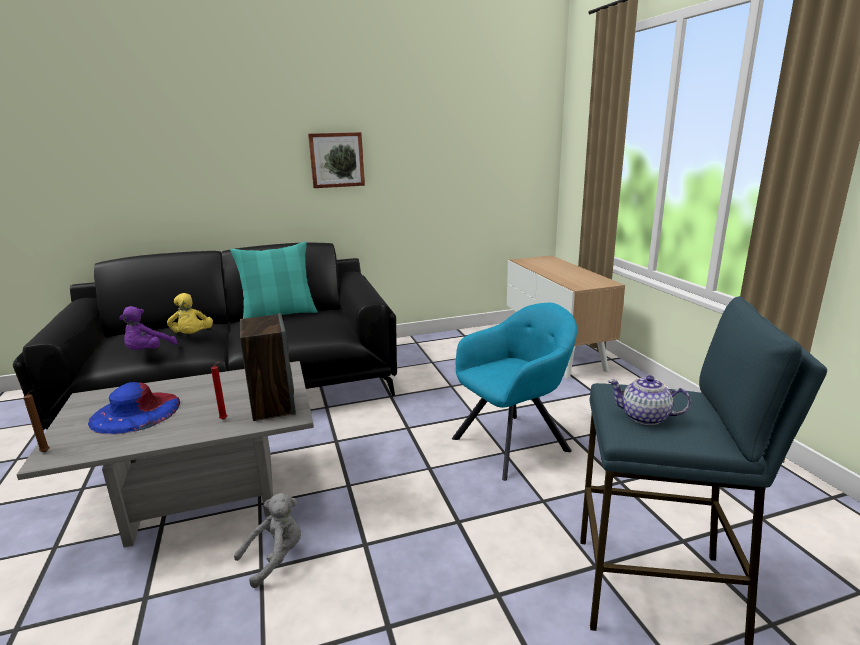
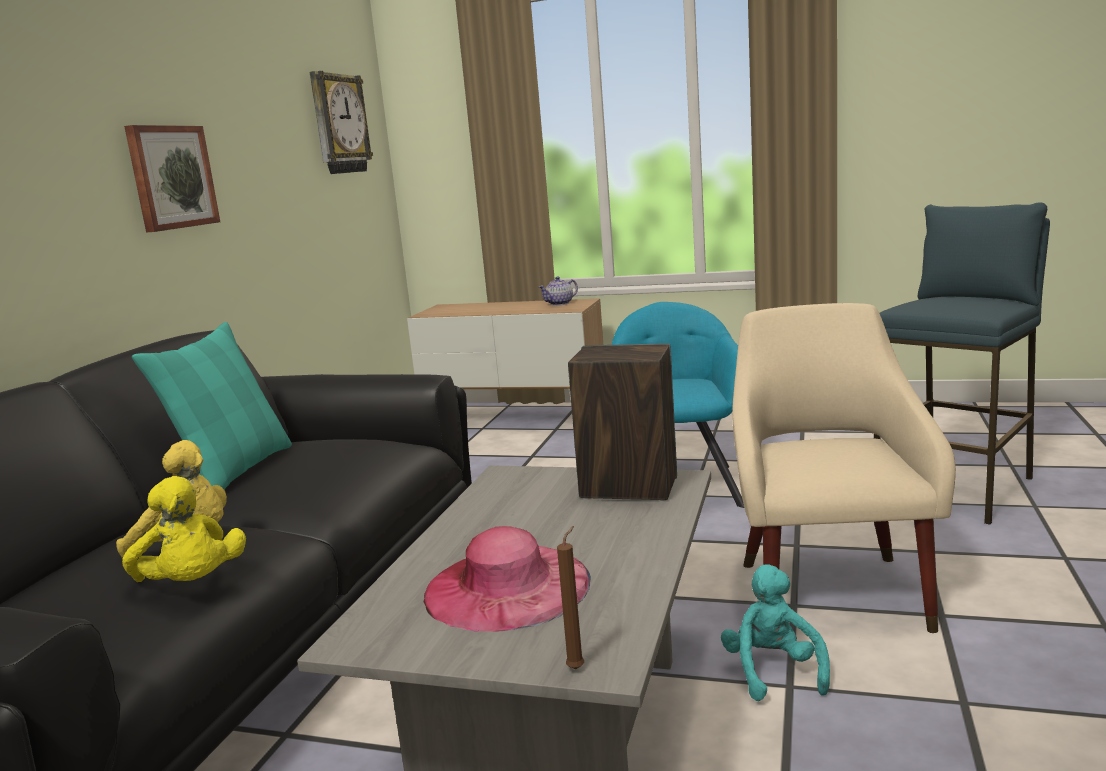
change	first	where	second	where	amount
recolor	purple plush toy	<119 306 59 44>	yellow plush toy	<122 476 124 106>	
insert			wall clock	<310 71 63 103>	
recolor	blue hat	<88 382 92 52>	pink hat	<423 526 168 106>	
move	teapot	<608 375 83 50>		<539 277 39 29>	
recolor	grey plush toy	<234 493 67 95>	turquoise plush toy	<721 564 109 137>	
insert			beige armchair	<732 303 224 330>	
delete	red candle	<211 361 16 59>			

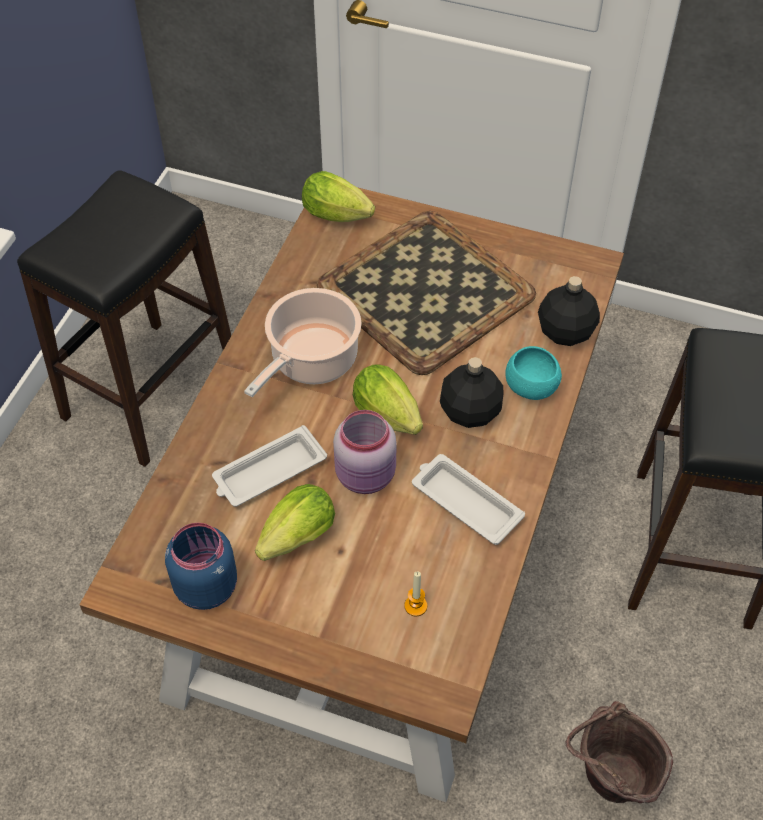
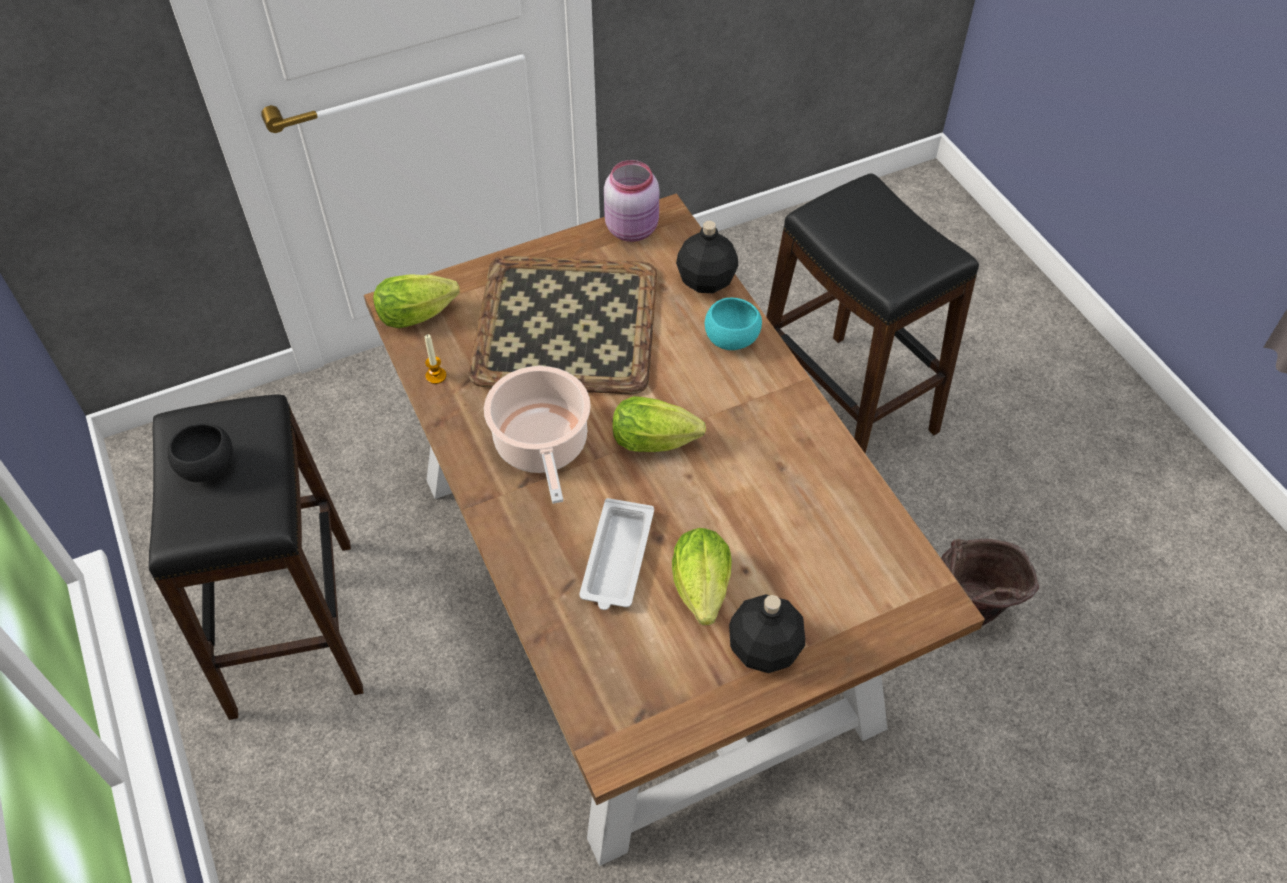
change	first	where	second	where	amount
insert			black bowl	<168 423 65 59>	
move	candle	<404 571 23 46>		<425 334 22 50>	
move	pink jar	<333 410 64 84>		<604 160 55 82>	
move	black bottle	<440 357 64 71>		<729 594 76 79>	
delete	blue jar	<165 523 72 87>			
delete	white tray	<412 454 113 91>			

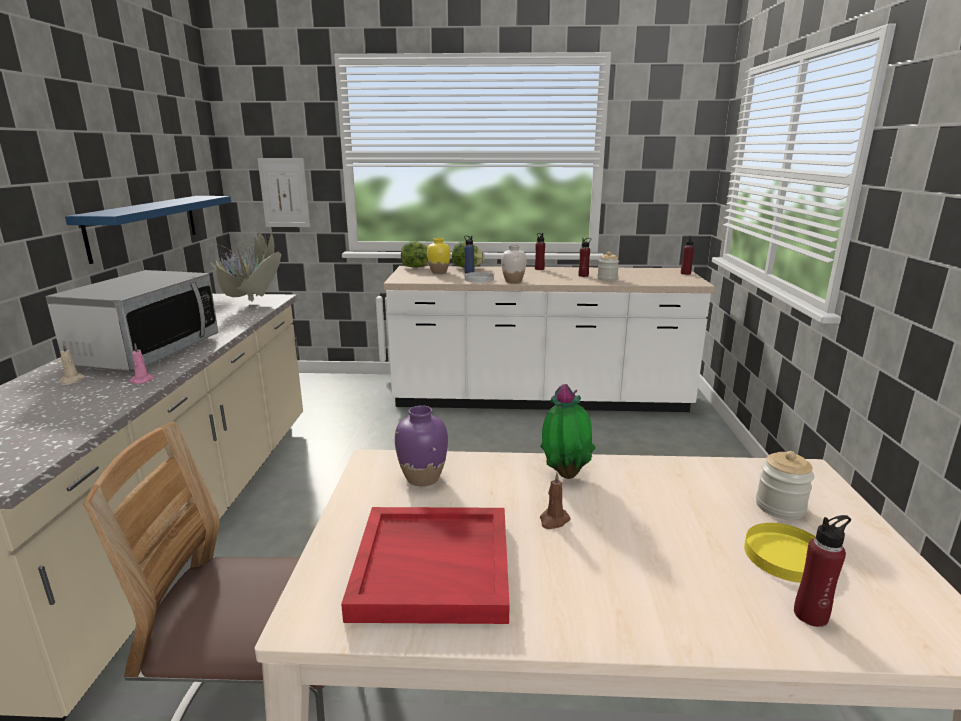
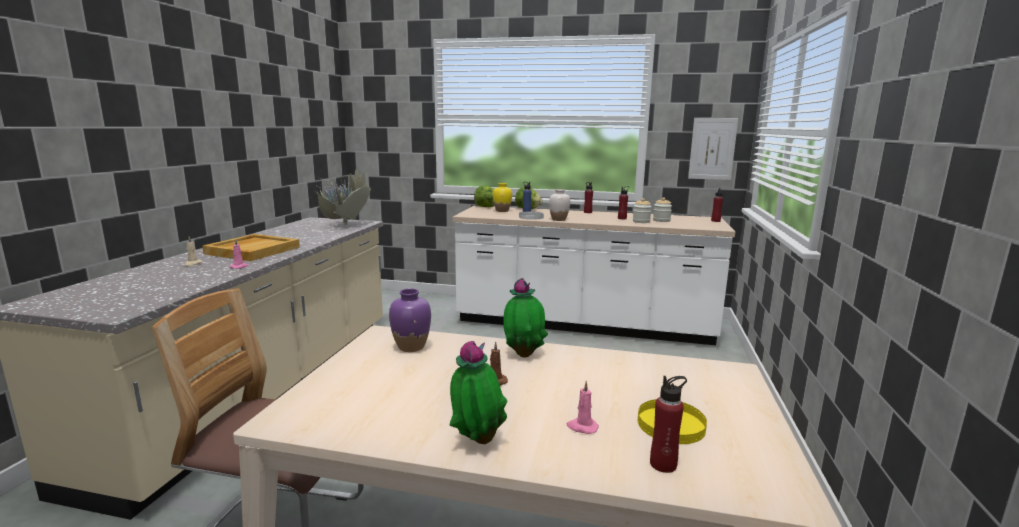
change	first	where	second	where	amount
replace	microwave	<46 270 172 101>	beige tray	<202 234 98 27>	
insert			potted plant	<450 341 58 103>	
insert			pink candle	<567 381 32 53>	
move	jar	<756 451 58 69>		<653 198 19 24>	
move	picture	<257 158 53 69>		<688 118 50 62>	
delete	blue shelf	<65 196 166 68>			
delete	red tray	<341 507 169 117>			

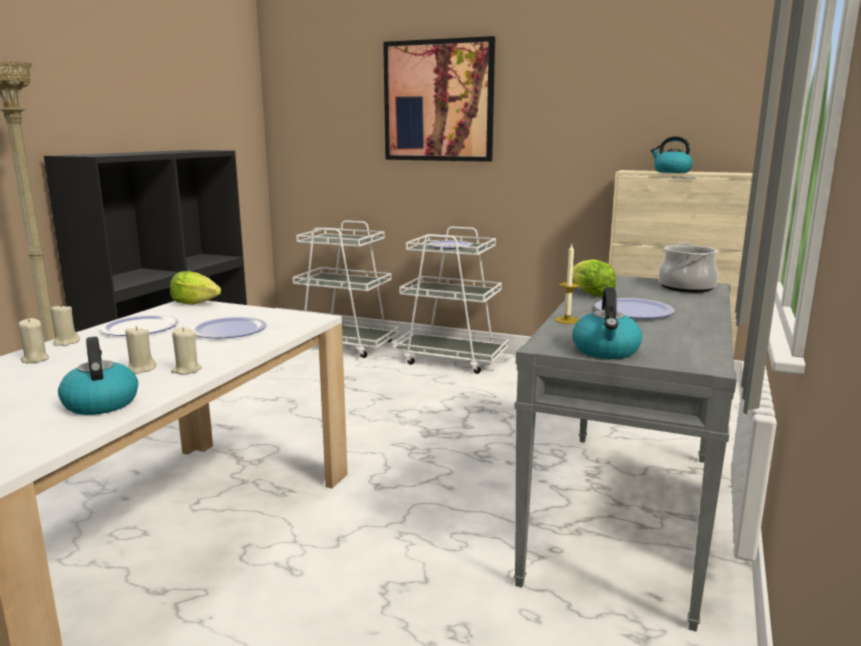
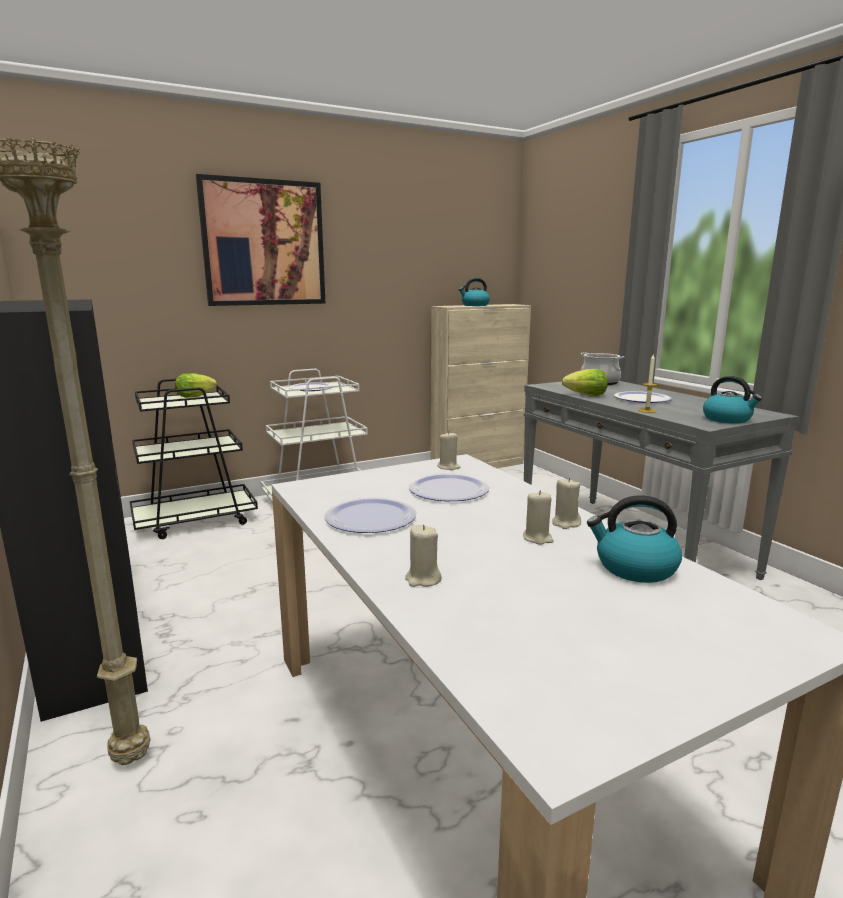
change	first	where	second	where	amount
recolor	white cart	<293 220 107 138>	black cart	<130 378 128 161>	
move	lettuce	<170 271 51 34>		<175 373 42 25>	
move	beige candle	<50 304 30 42>		<437 432 24 38>	

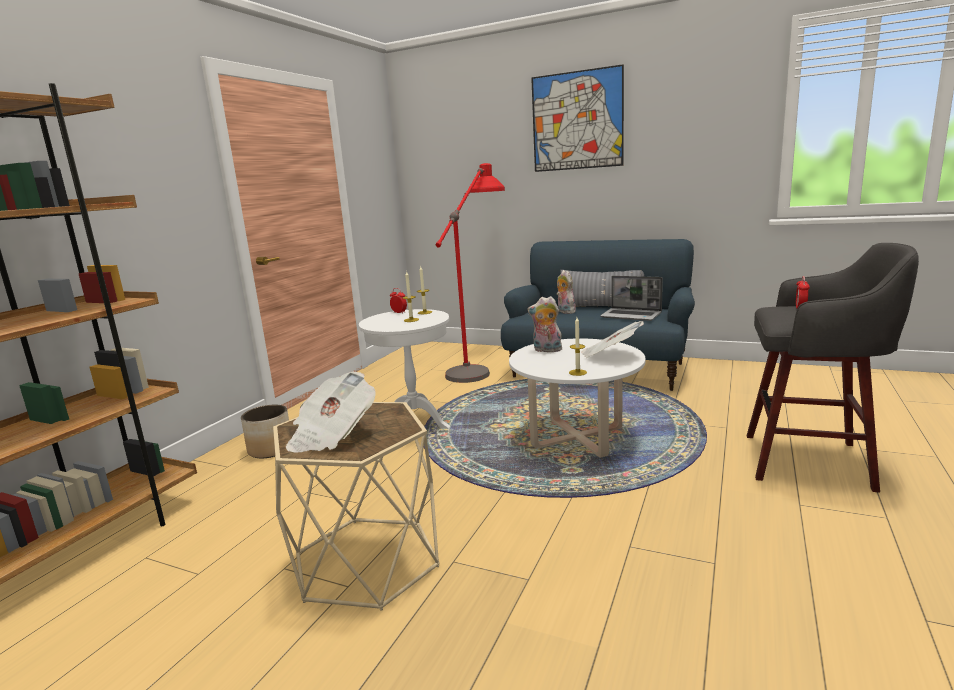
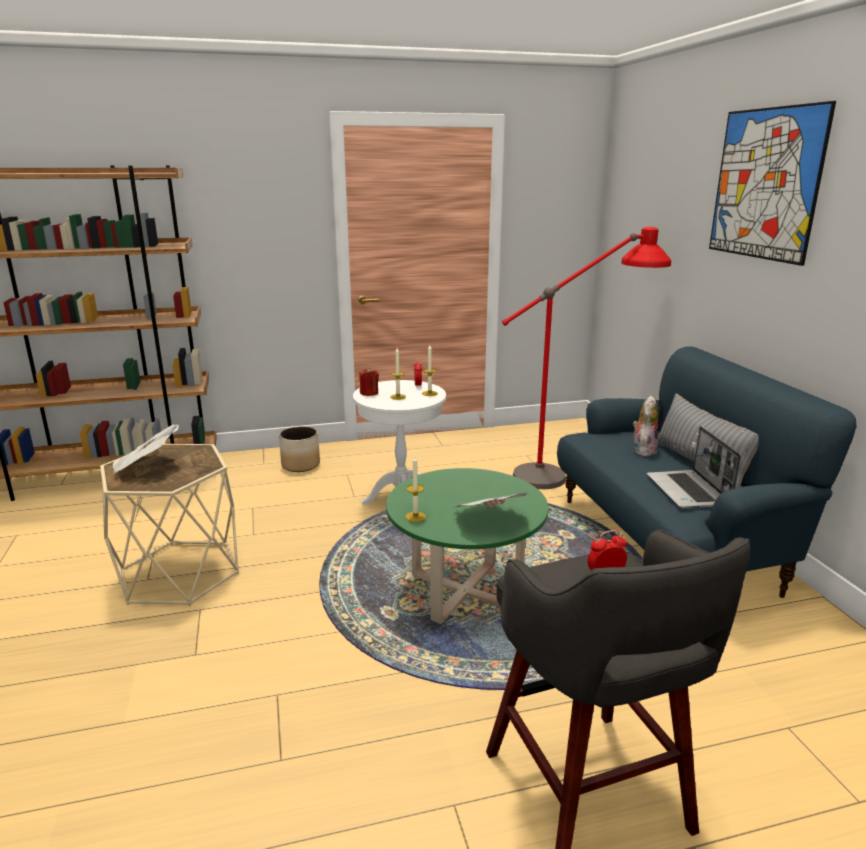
change	first	where	second	where	amount
insert			red candle	<359 367 20 29>	
recolor	white coffee table	<509 339 137 119>	green coffee table	<386 468 163 156>	
delete	plush toy	<528 296 34 56>			

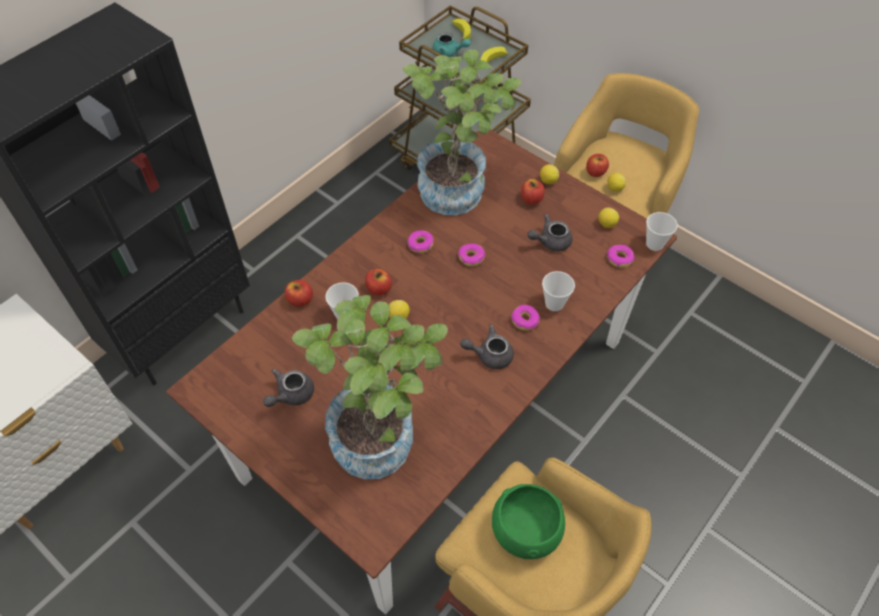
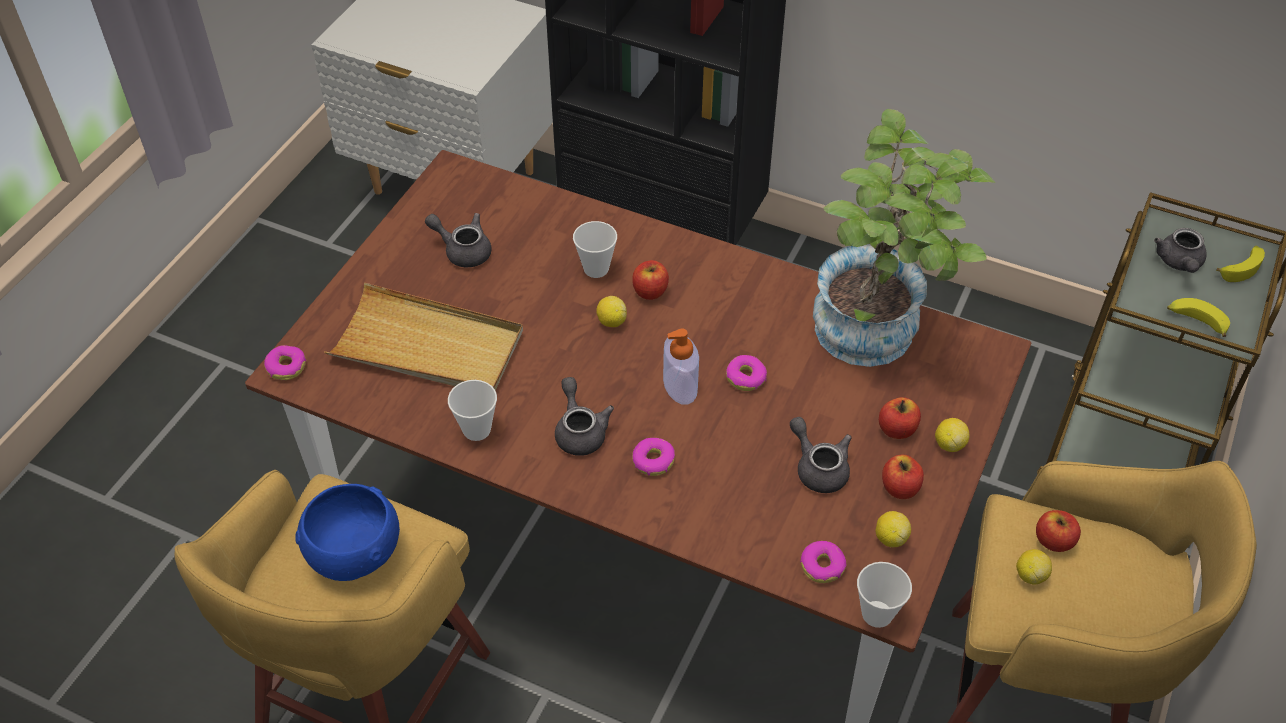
change	first	where	second	where	amount
move	donut	<407 230 27 23>		<264 345 42 35>	
recolor	green bowl	<492 484 73 75>	blue bowl	<295 484 105 97>	
replace	potted plant	<292 295 156 184>	beige tray	<324 283 199 107>	
move	cup	<542 271 33 40>		<448 380 49 61>	
insert			soap dispenser	<663 329 36 76>	
move	apple	<285 280 28 27>		<882 455 42 44>	
recolor	turquoise teapot	<433 32 38 25>	grey teapot	<1154 228 53 45>	

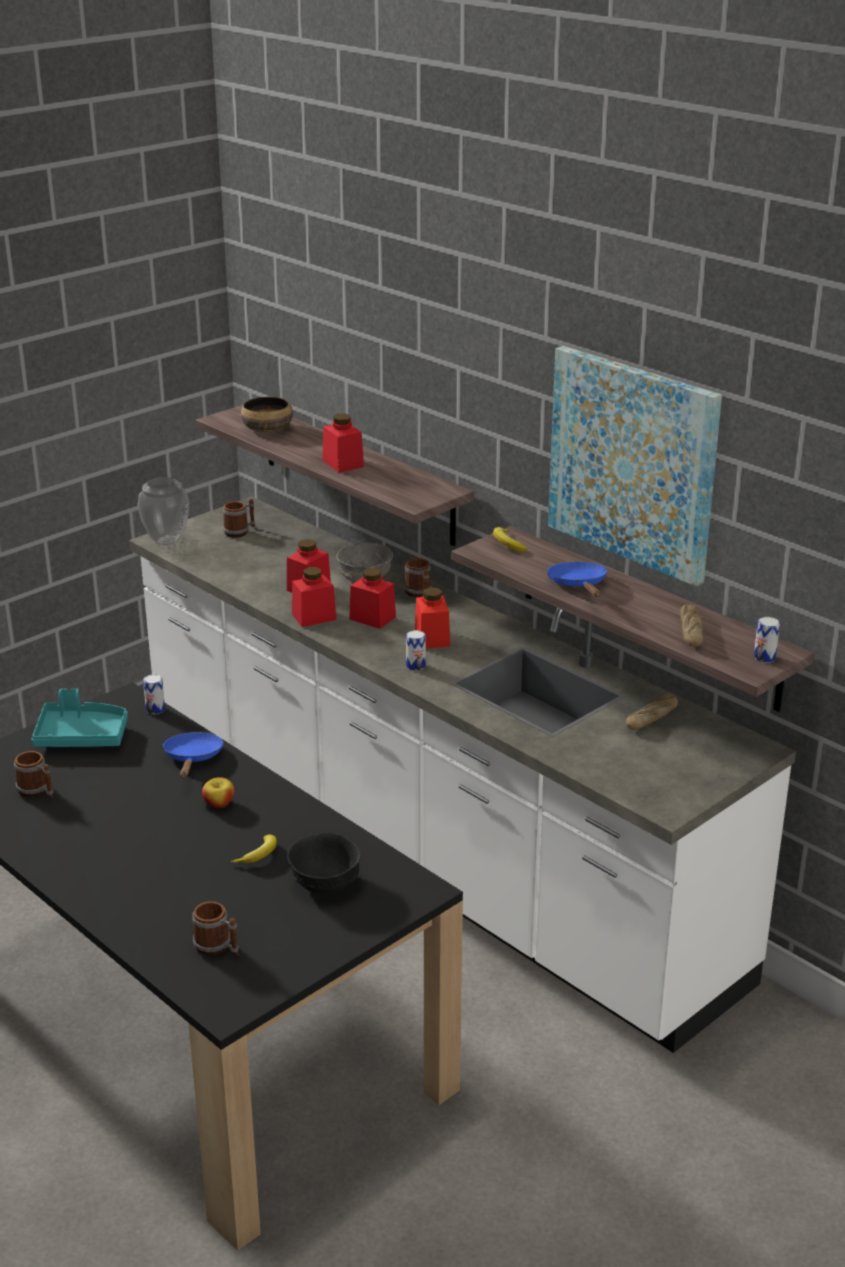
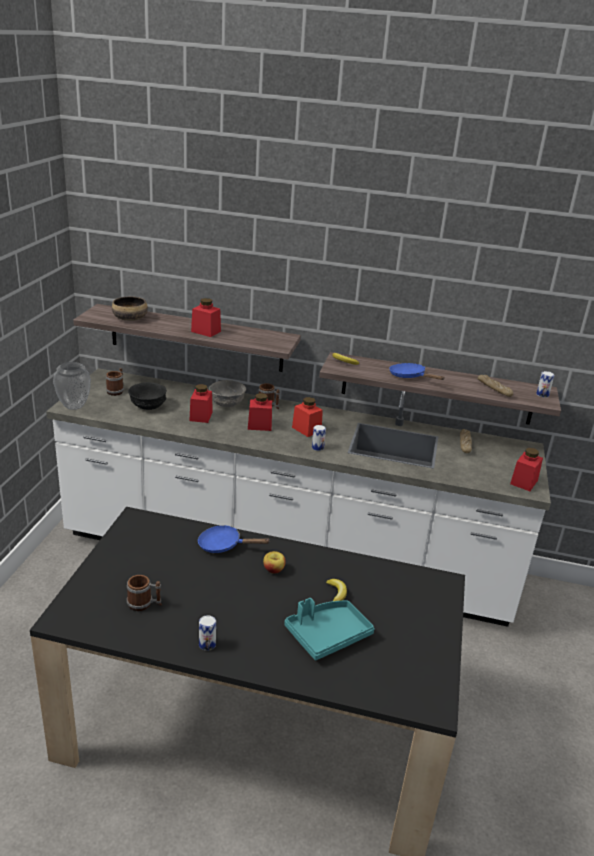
change	first	where	second	where	amount
move	black bowl	<287 833 74 61>		<128 382 39 28>	
rotate	blue frying pan	<162 732 62 46>		<198 525 73 28>	45 degrees counterclockwise
move	can	<143 674 22 41>		<199 615 17 36>	
move	turquoise tray	<31 689 97 58>		<285 598 90 62>	
move	red jar	<292 567 44 60>		<510 448 33 43>	
delete	mug	<192 901 47 55>			
delete	picture	<548 346 174 241>			

